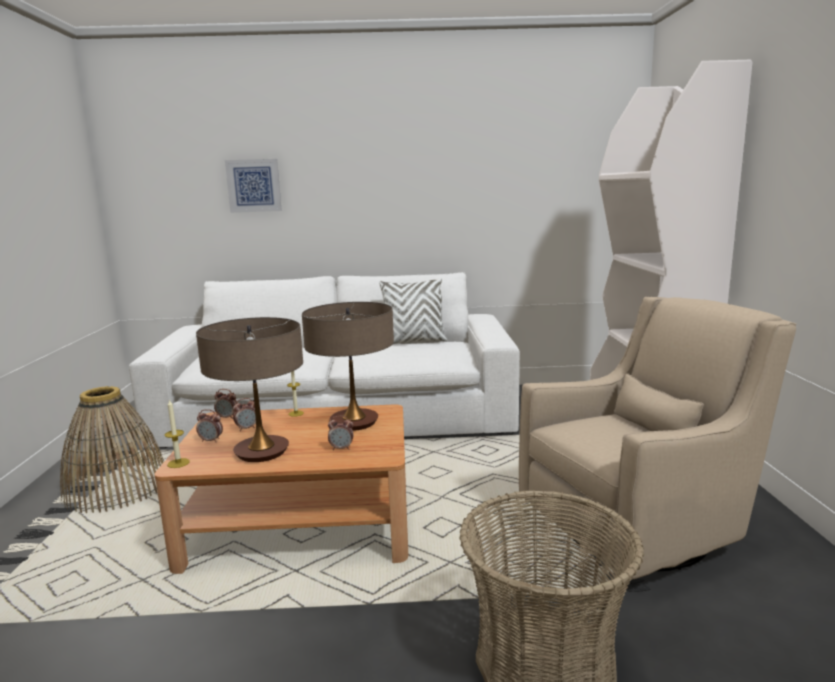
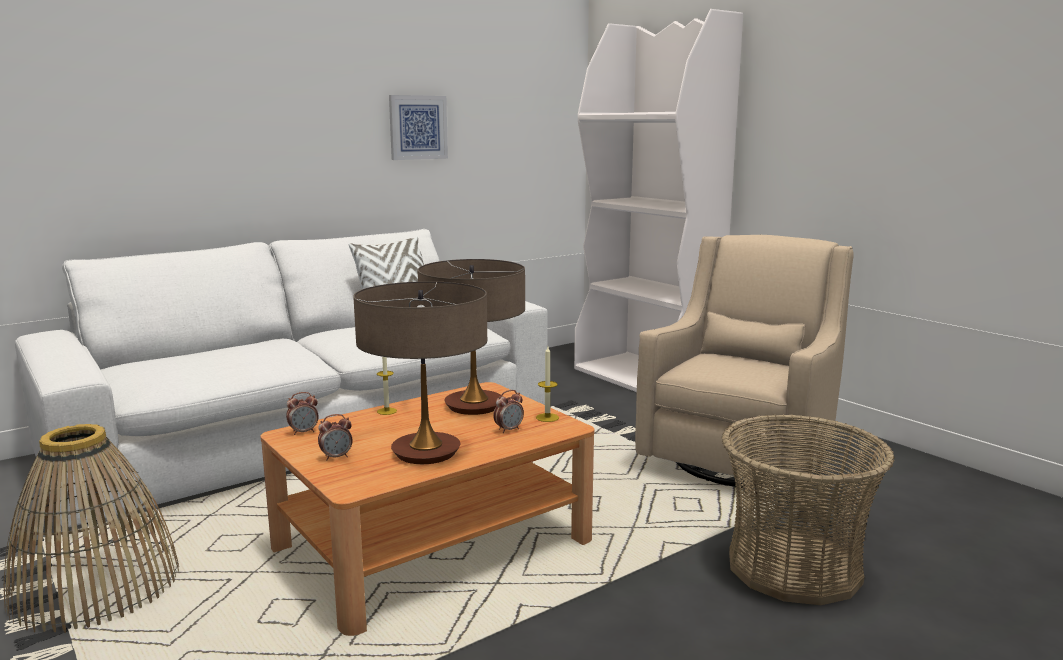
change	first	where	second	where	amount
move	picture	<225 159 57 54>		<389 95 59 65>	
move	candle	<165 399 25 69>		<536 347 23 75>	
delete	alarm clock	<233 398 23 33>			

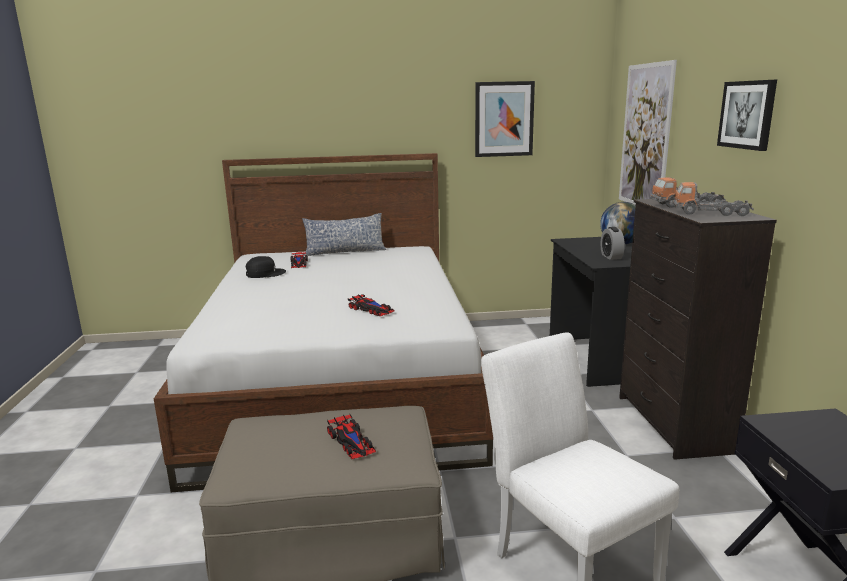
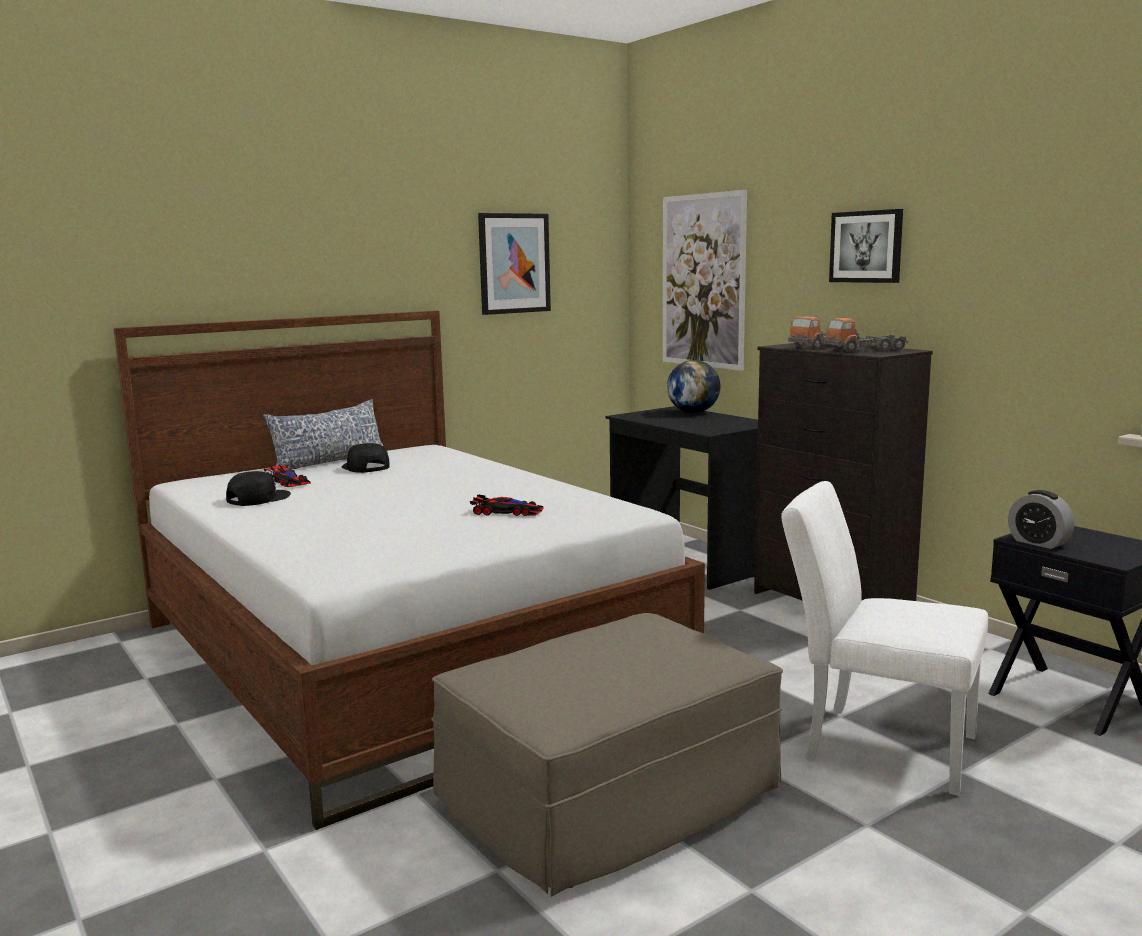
change	first	where	second	where	amount
insert			black cap	<342 443 48 30>	
move	alarm clock	<601 227 24 33>		<1008 490 66 59>	
delete	toy car	<327 414 49 45>			

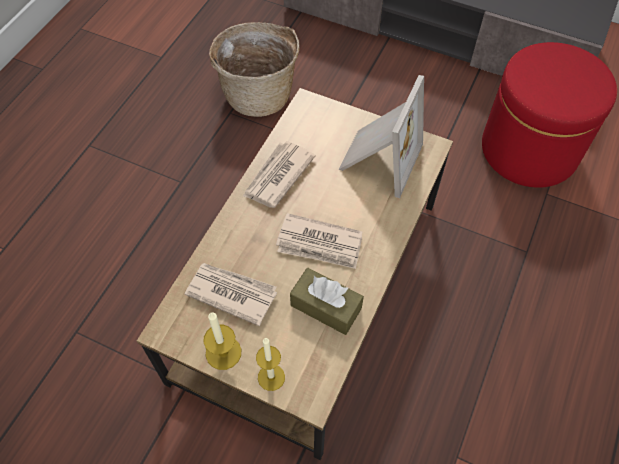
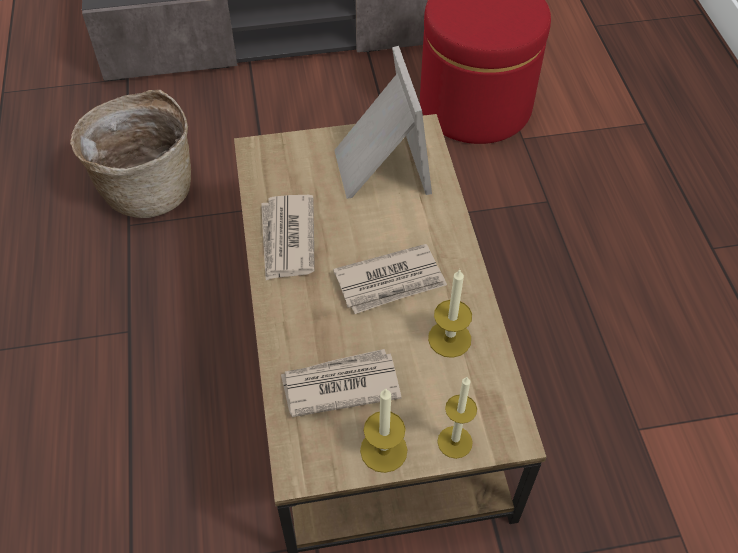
change	first	where	second	where	amount
replace	brown tissue box	<290 268 74 67>	candle	<428 269 44 89>	

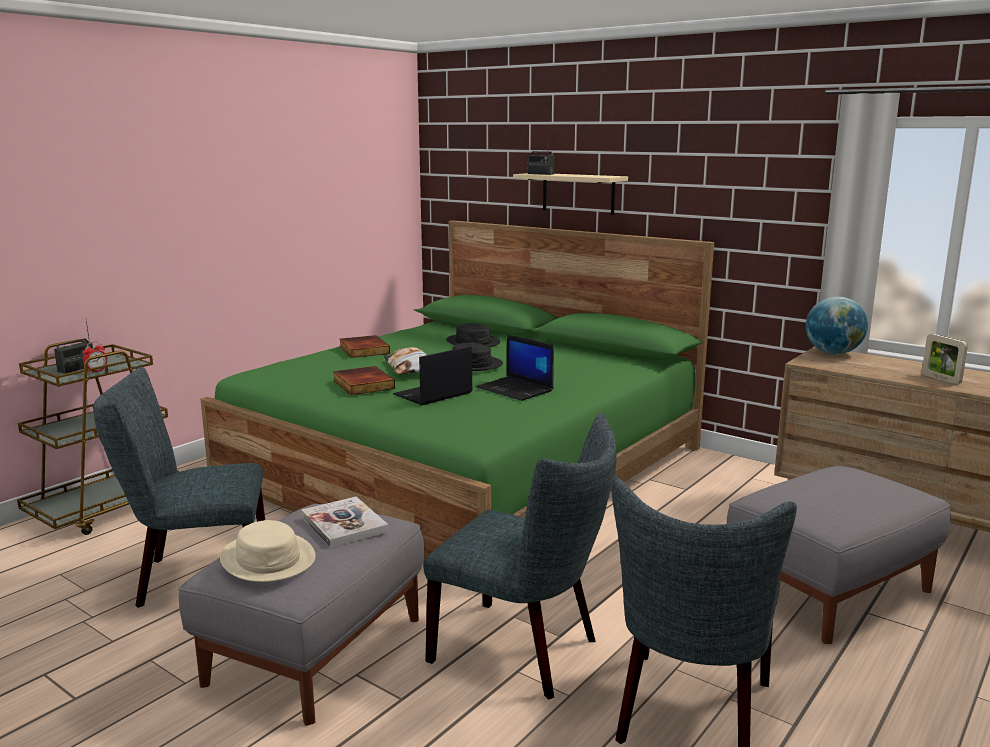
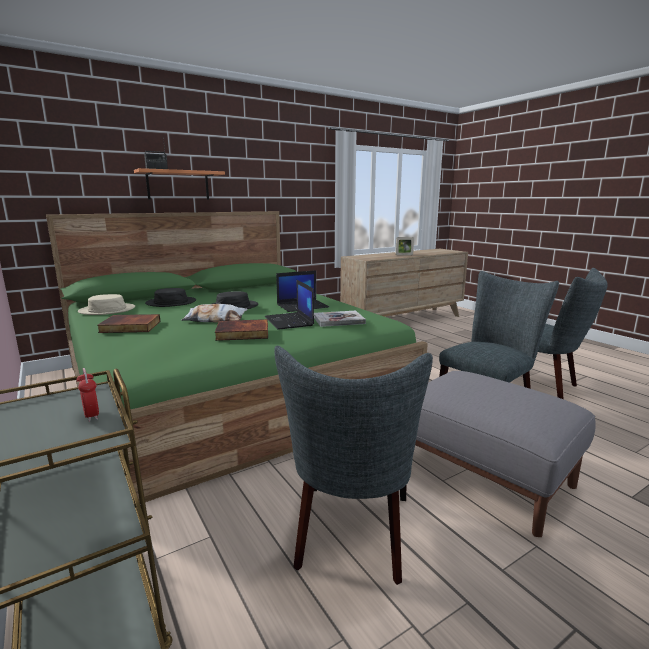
change	first	where	second	where	amount
move	beige hat	<220 520 96 62>		<78 294 57 21>	
recolor	beige shelf	<513 173 115 42>	orange shelf	<134 168 91 31>	
move	book	<301 497 88 51>		<314 311 52 16>	
delete	radio	<54 321 39 53>			
delete	grey ottoman	<726 466 225 178>			
delete	globe	<806 296 62 58>			

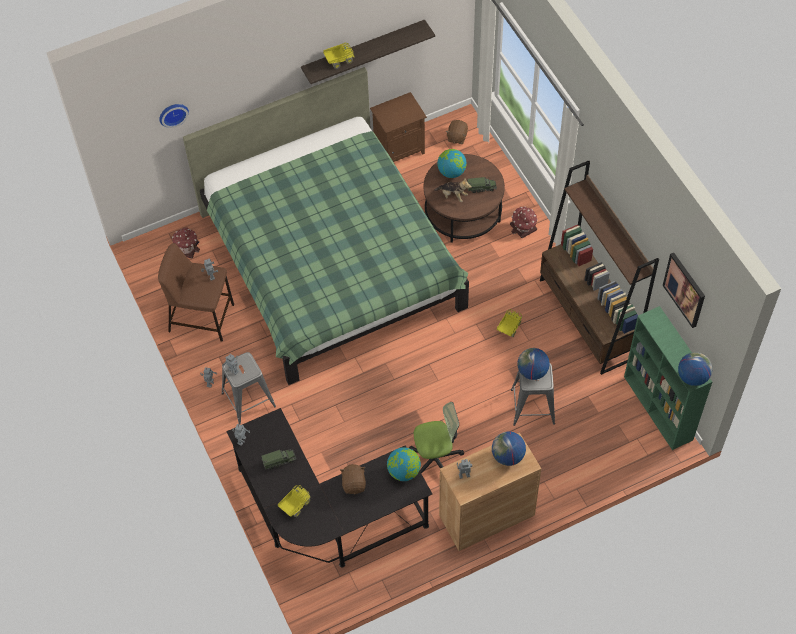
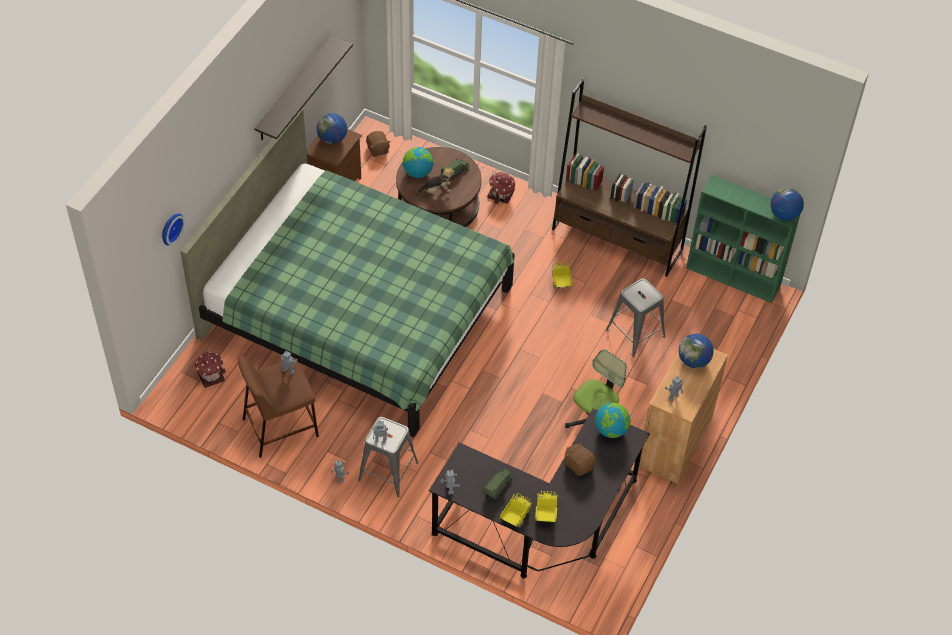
change	first	where	second	where	amount
move	globe	<517 348 33 32>		<316 113 31 31>	
move	toy truck	<323 43 31 26>		<500 493 31 34>	
delete	picture	<663 253 42 75>			

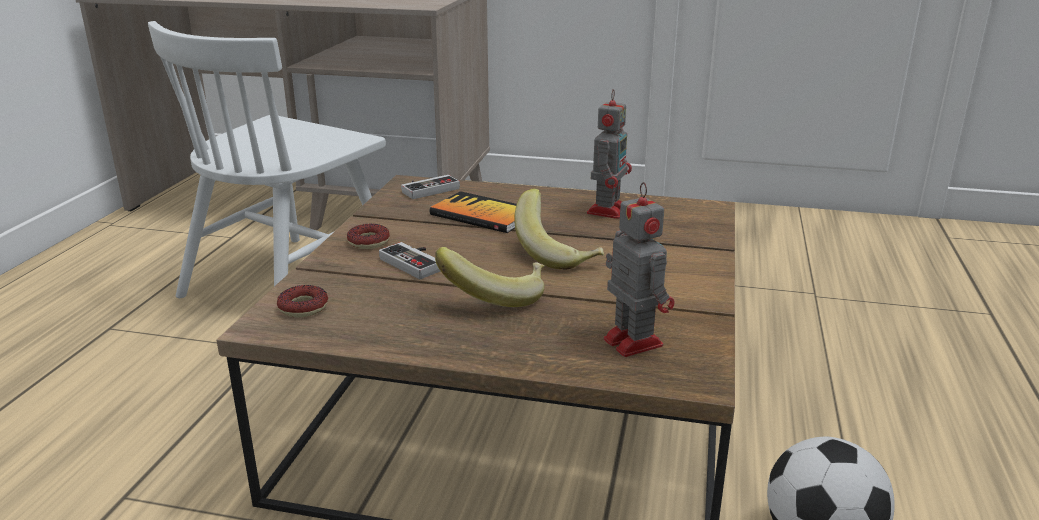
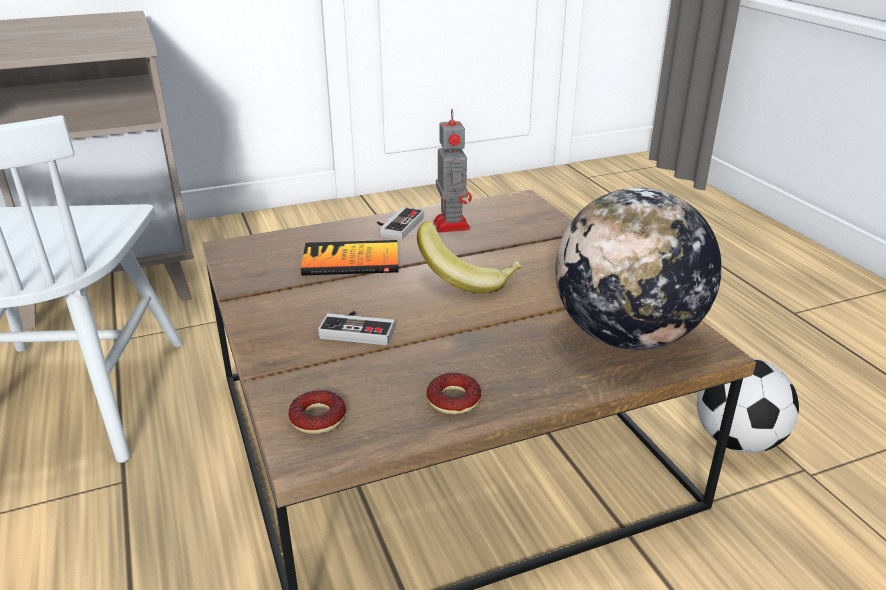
change	first	where	second	where	amount
move	game controller	<401 175 59 24>		<377 207 47 33>	
move	donut	<347 224 43 25>		<426 373 55 41>	
replace	toy robot	<604 182 71 175>	globe	<555 188 167 162>	
delete	banana	<435 247 109 60>			

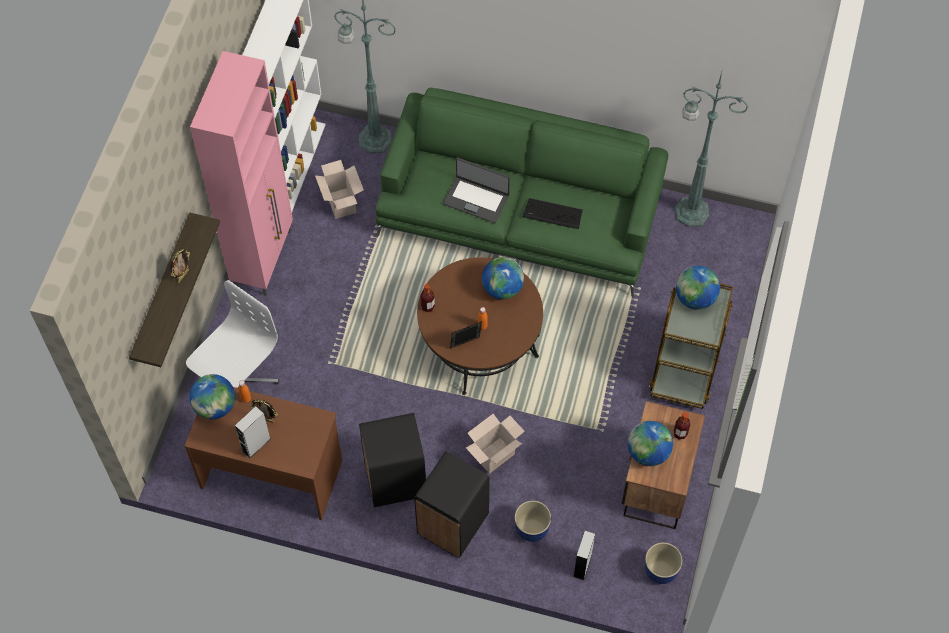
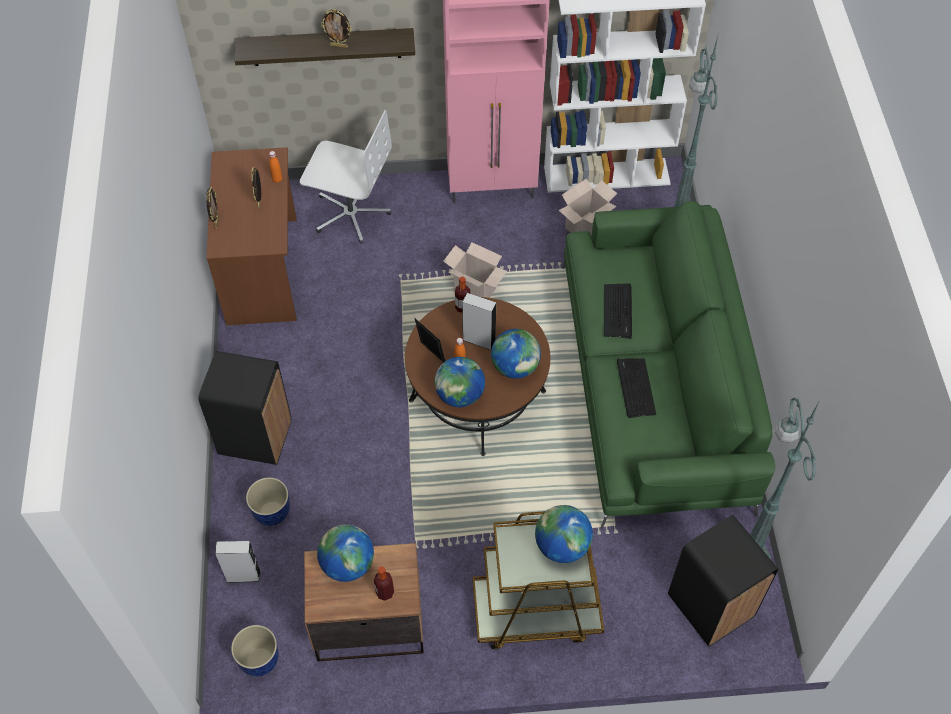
change	first	where	second	where	amount
insert			picture frame	<206 187 13 41>	
move	globe	<190 374 45 45>		<435 357 50 50>	
move	cardboard box	<466 414 59 60>		<443 242 64 56>	
move	grey speaker	<235 406 36 52>		<462 293 34 57>	
replace	laptop	<443 157 67 66>	keyboard	<604 283 28 56>	
move	black trash can	<359 413 67 94>		<668 515 110 131>	

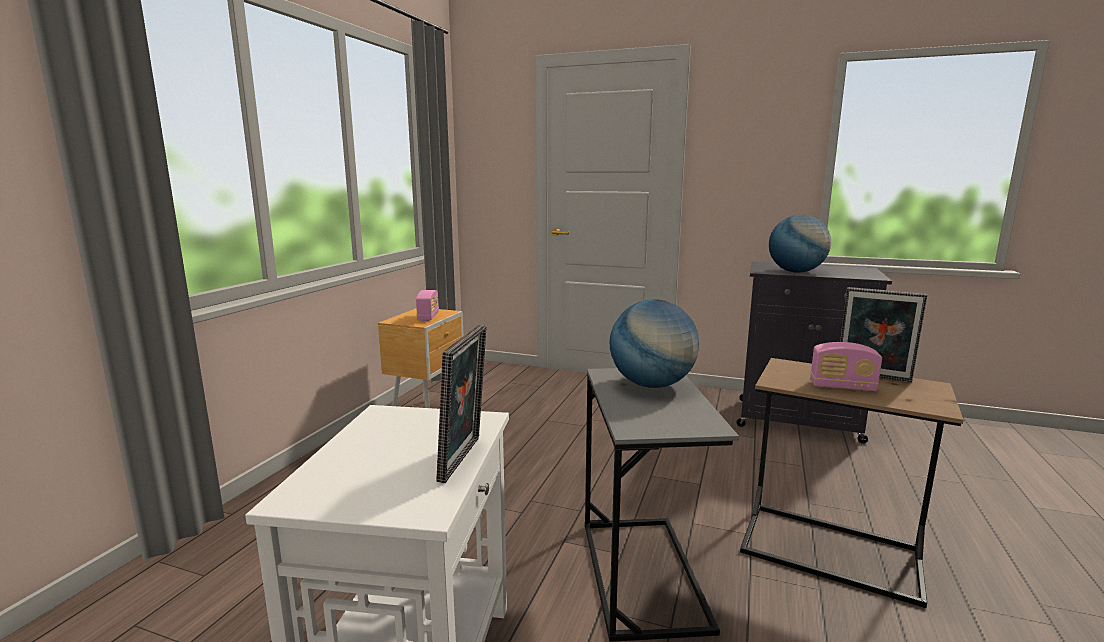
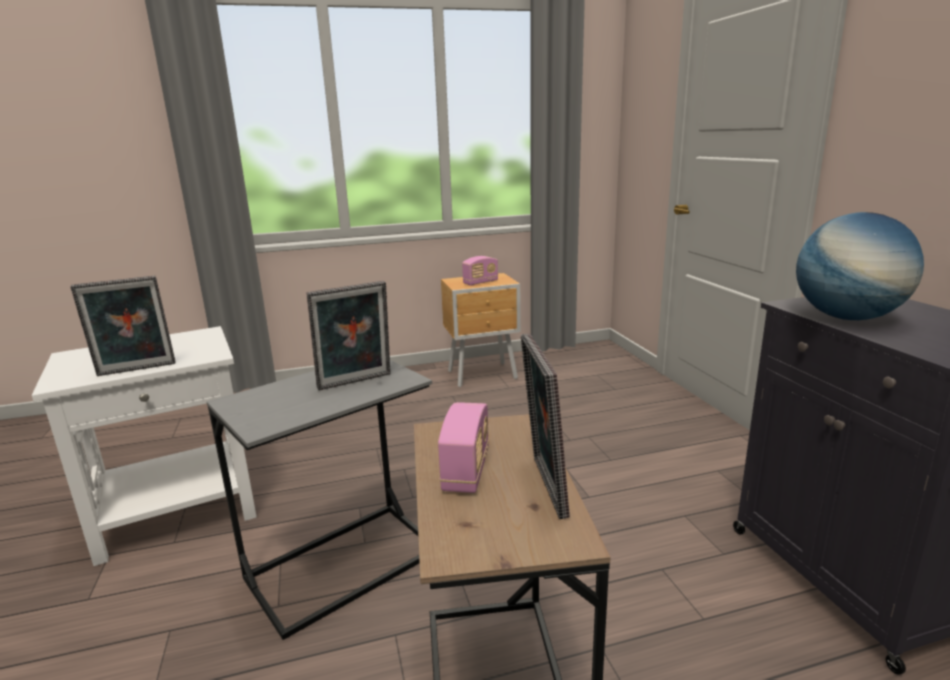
change	first	where	second	where	amount
replace	globe	<609 299 90 89>	picture frame	<306 281 84 109>	
rotate	radio	<810 342 72 49>		<438 402 51 91>	150 degrees counterclockwise

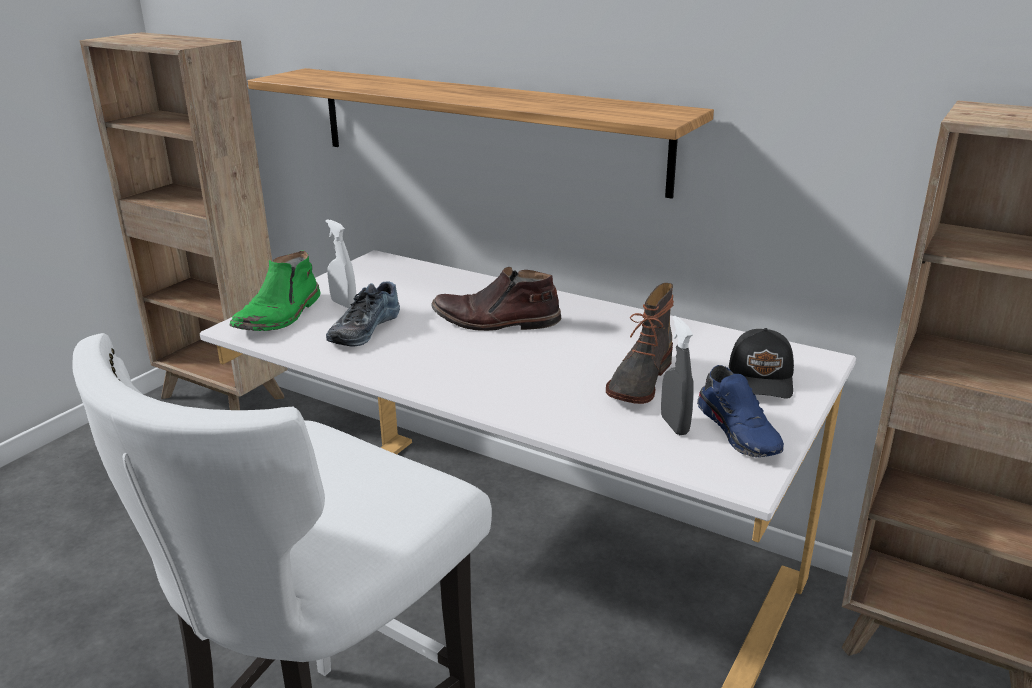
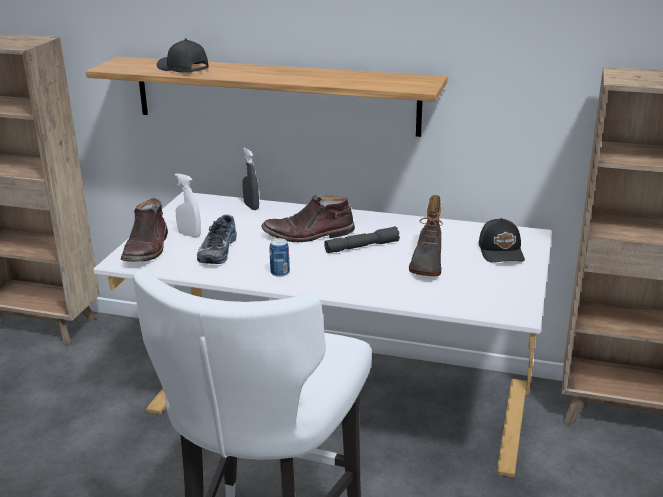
change	first	where	second	where	amount
recolor	green boot	<230 250 90 81>	brown boot	<121 198 47 64>	
insert			black cap	<157 38 52 35>	
move	grey spray bottle	<661 316 33 119>		<242 148 17 62>	
insert			can	<269 238 21 39>	
insert			grey flashlight	<324 226 76 27>	
delete	blue shoe	<697 365 87 92>			

